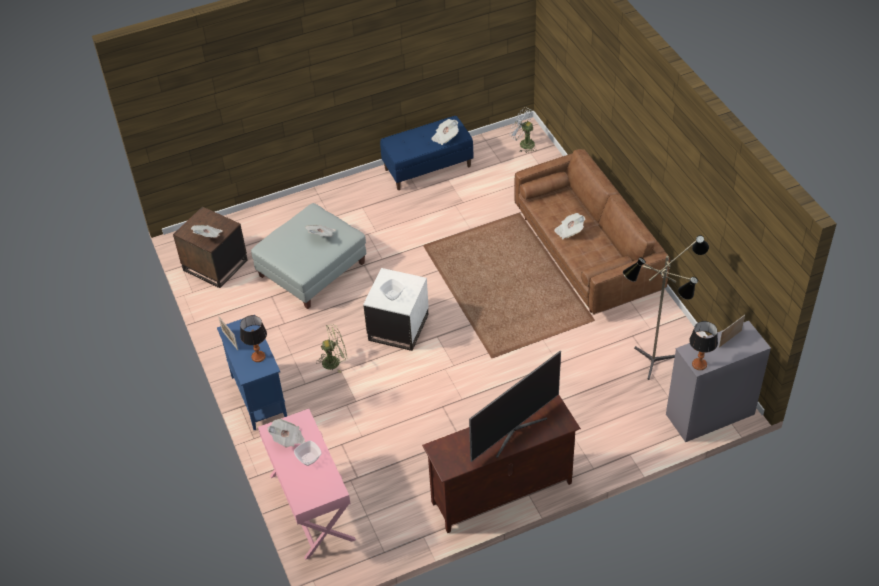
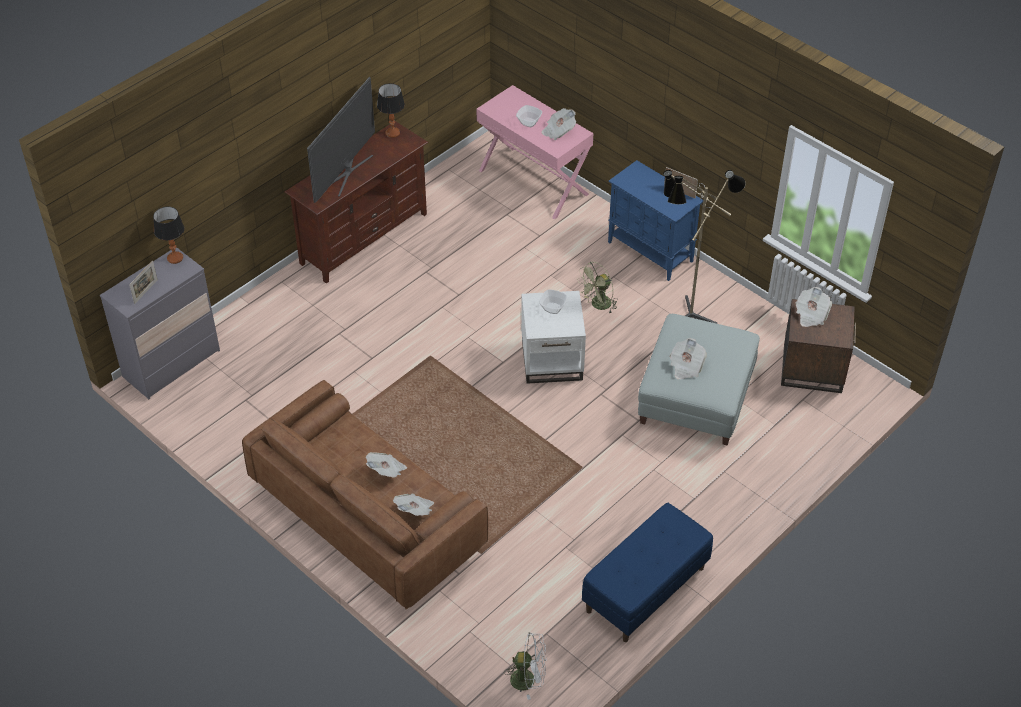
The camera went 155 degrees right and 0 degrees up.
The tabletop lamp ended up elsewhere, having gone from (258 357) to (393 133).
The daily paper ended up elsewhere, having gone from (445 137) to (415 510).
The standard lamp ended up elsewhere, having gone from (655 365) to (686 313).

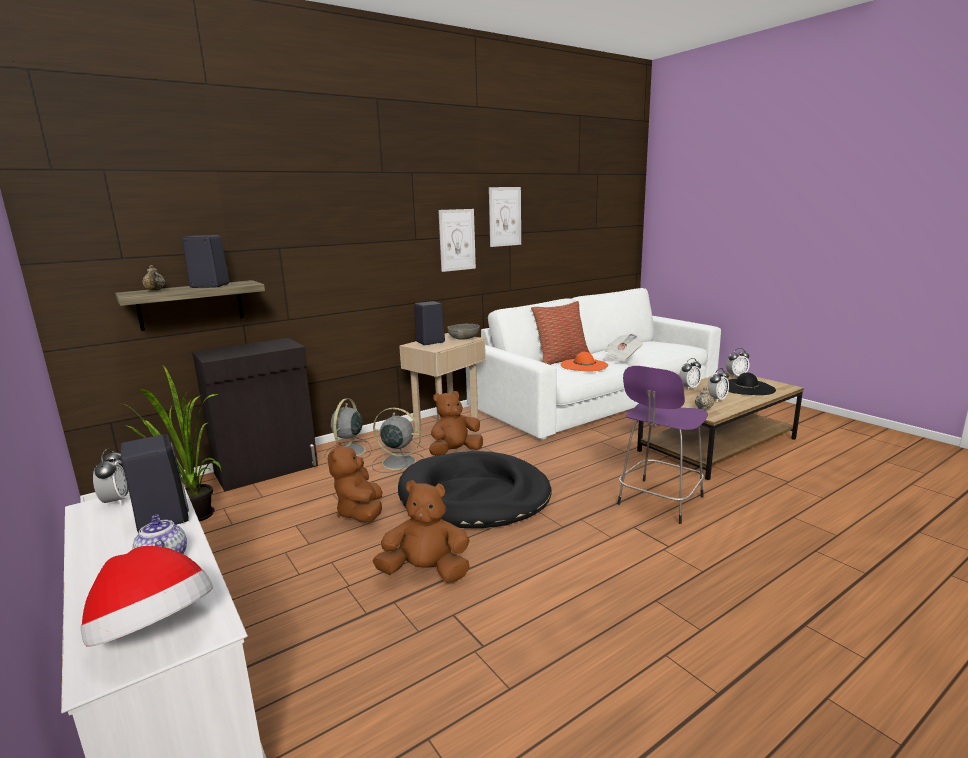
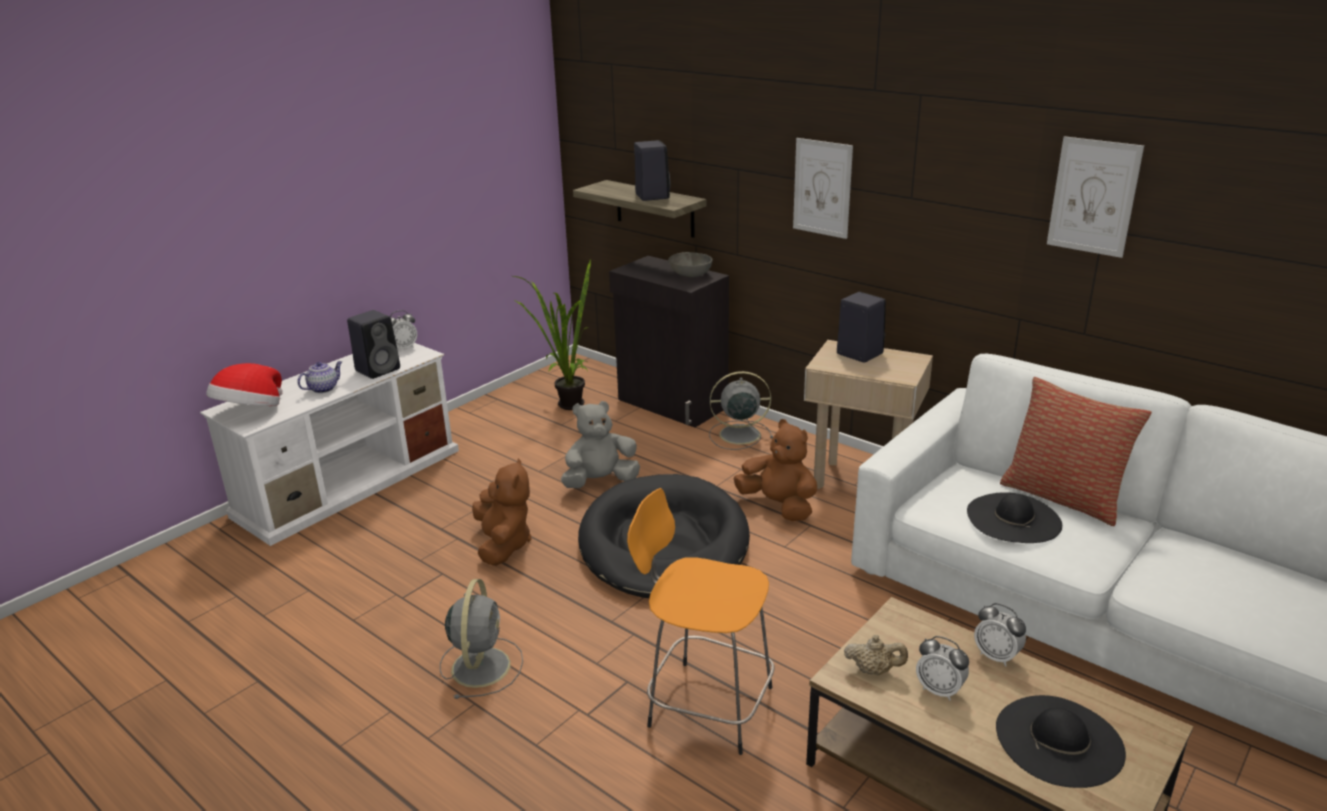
The camera went 75 degrees right and 10 degrees up.
The second view lost the sand-coloured pot for tea at (155 290).
What was the brownish cuddly toy at (361 513) turned into the grey cuddly toy at (600 482).
The grey cooling fan ended up elsewhere, having gone from (397 462) to (481 665).
The wall art ended up elsewhere, having gone from (457 240) to (822 188).
The grey deep dish ended up elsewhere, having gone from (464 338) to (690 275).
What was the orange-coloured wearable hat at (584 365) turned into the blackish wearable hat at (1013 518).
The second view lost the daily paper at (621 358).
What was the purple stool seat at (659 502) turned into the orange-coloured stool seat at (706 705).
The second view lost the bedside clock at (736 376).

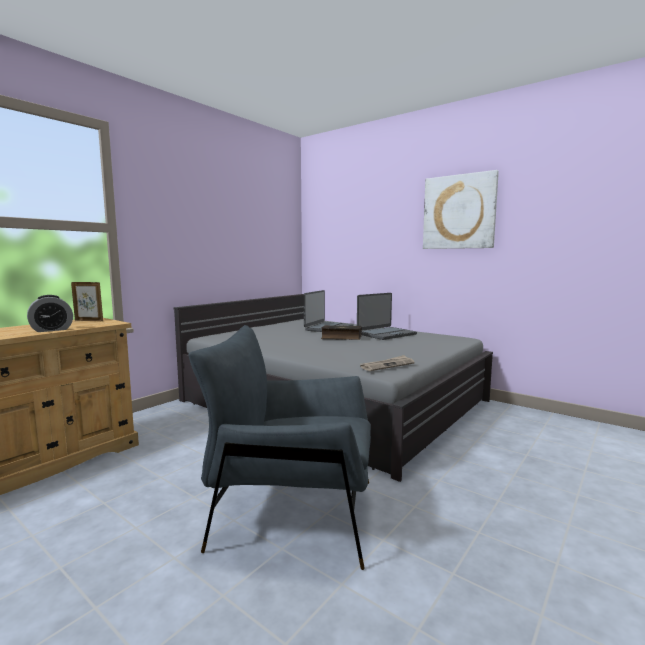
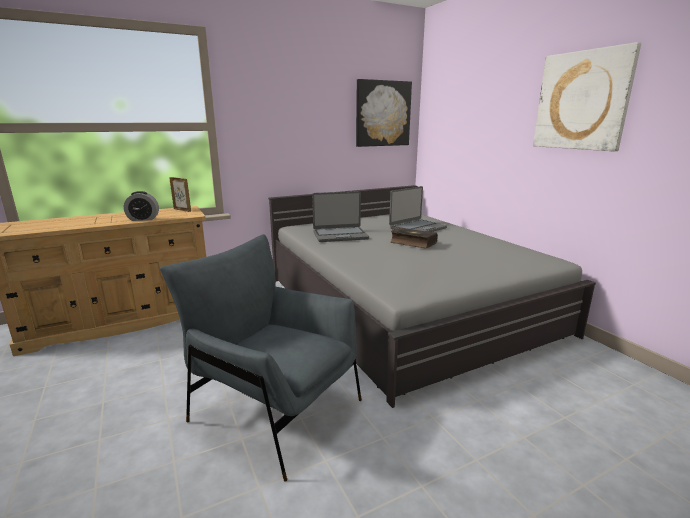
The camera went 25 degrees right and 10 degrees up.
The laptop ended up elsewhere, having gone from (386 334) to (340 235).
The second view lost the daily paper at (387 365).
The second view gained the wall art at (382 113).

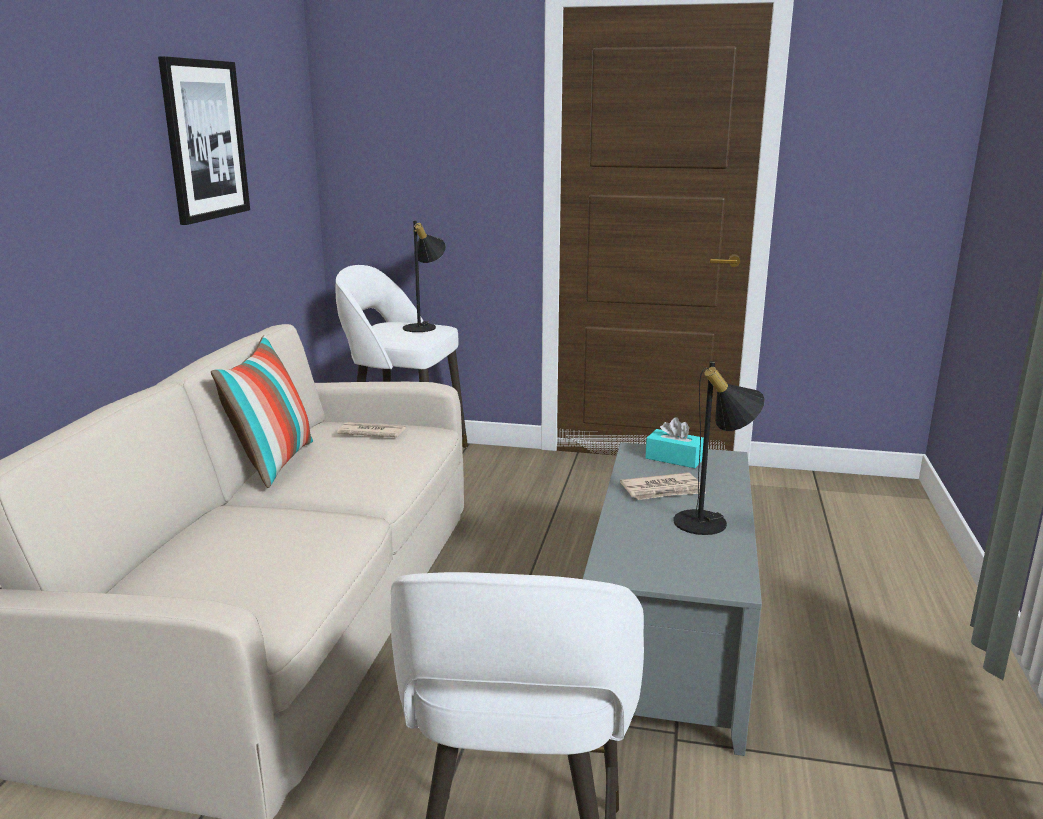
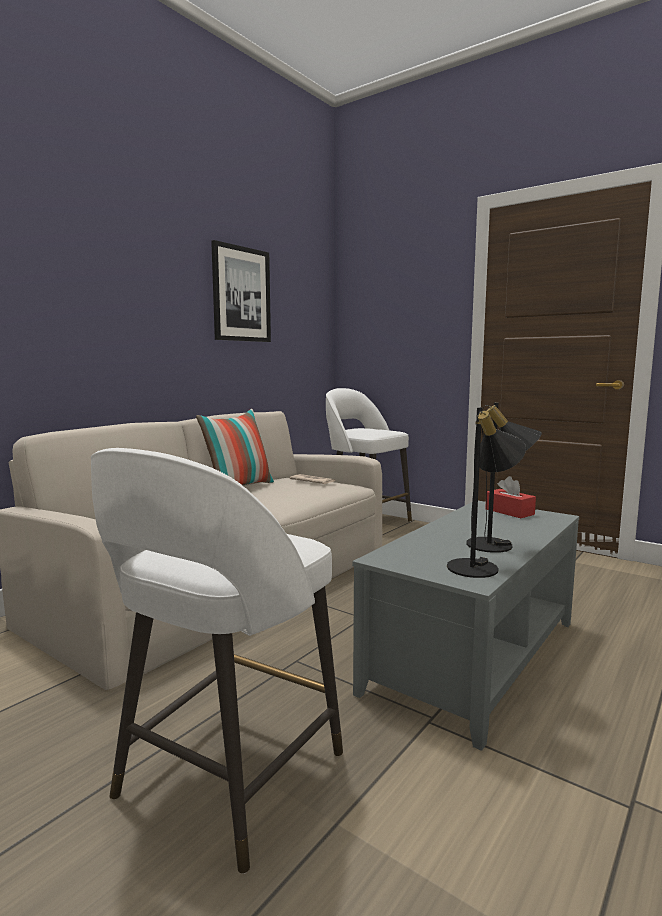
The camera went 25 degrees right and 10 degrees down.
The blackish tabletop lamp ended up elsewhere, having gone from (424 326) to (480 566).
The second view lost the daily paper at (663 490).
What was the turquoise tissue box at (674 458) turned into the reddish tissue box at (509 512).

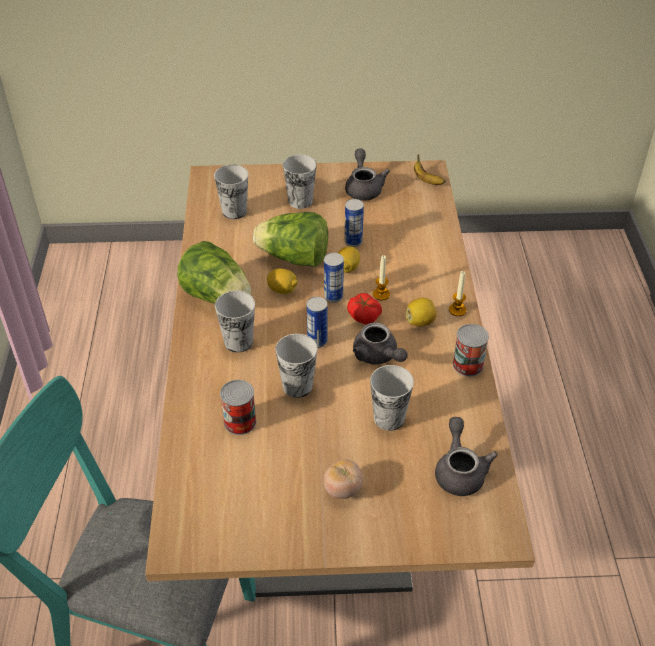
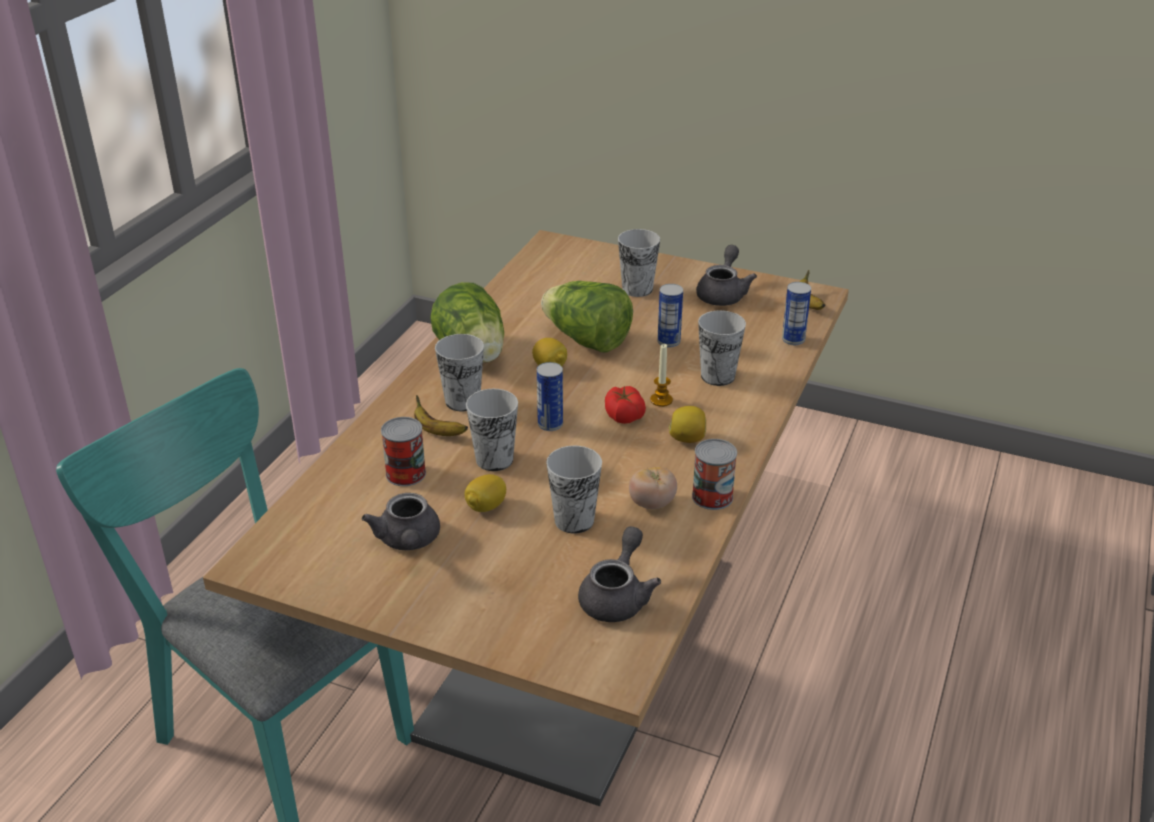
The camera went 25 degrees right and 10 degrees down.
The drinking cup ended up elsewhere, having gone from (234 211) to (717 376).
The tomato ended up elsewhere, having gone from (342 489) to (652 503).
The sealed can ended up elsewhere, having gone from (333 296) to (793 340).
The lemon ended up elsewhere, having gone from (347 268) to (486 507).
The grey pot for tea ended up elsewhere, having gone from (378 356) to (408 541).
The second view lost the candle at (457 310).
The second view gained the banana fruit at (437 431).

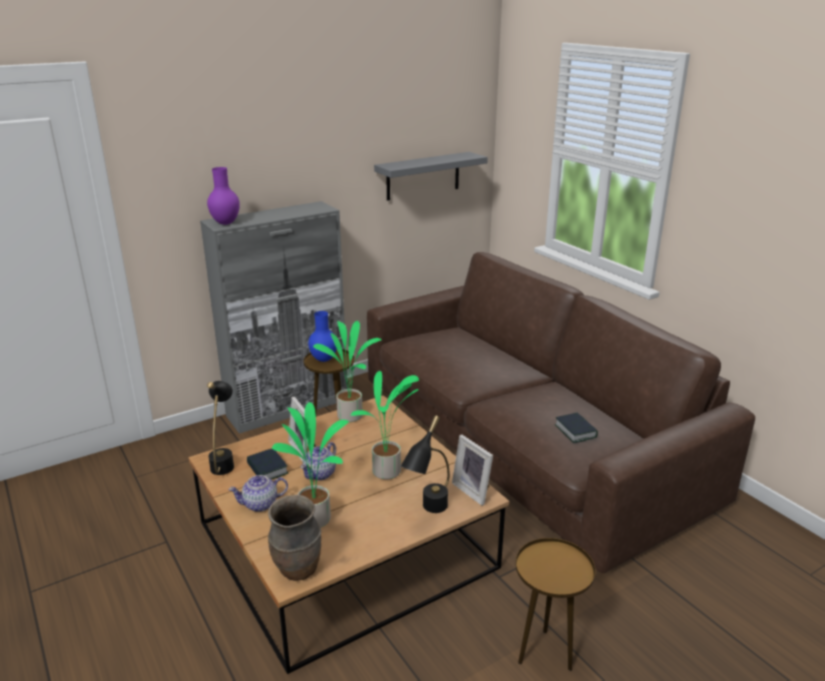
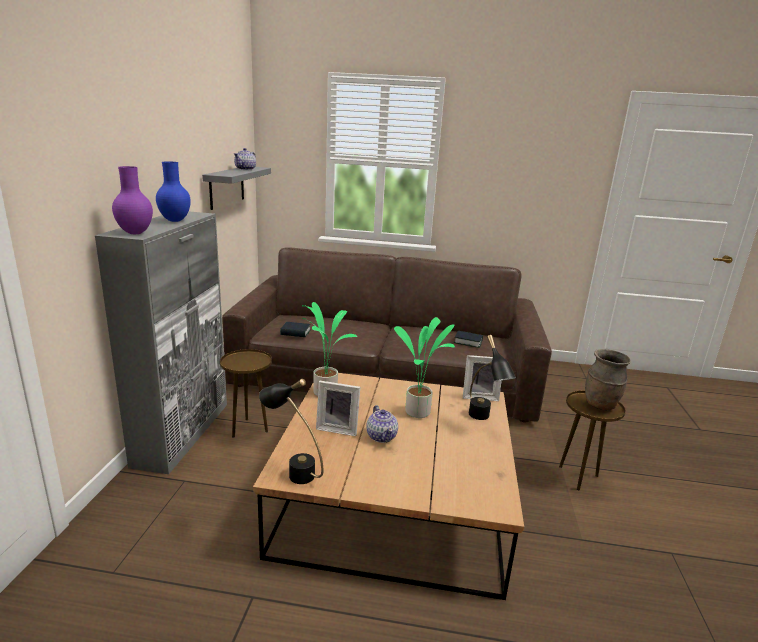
The camera went 50 degrees left and 5 degrees down.
The pot for tea ended up elsewhere, having gone from (261 504) to (246 169).
The book ended up elsewhere, having gone from (267 469) to (295 332).
The brownish vase ended up elsewhere, having gone from (298 570) to (600 405).
The second view lost the plant in a pot at (315 517).
The blue vase ended up elsewhere, having gone from (323 360) to (174 221).

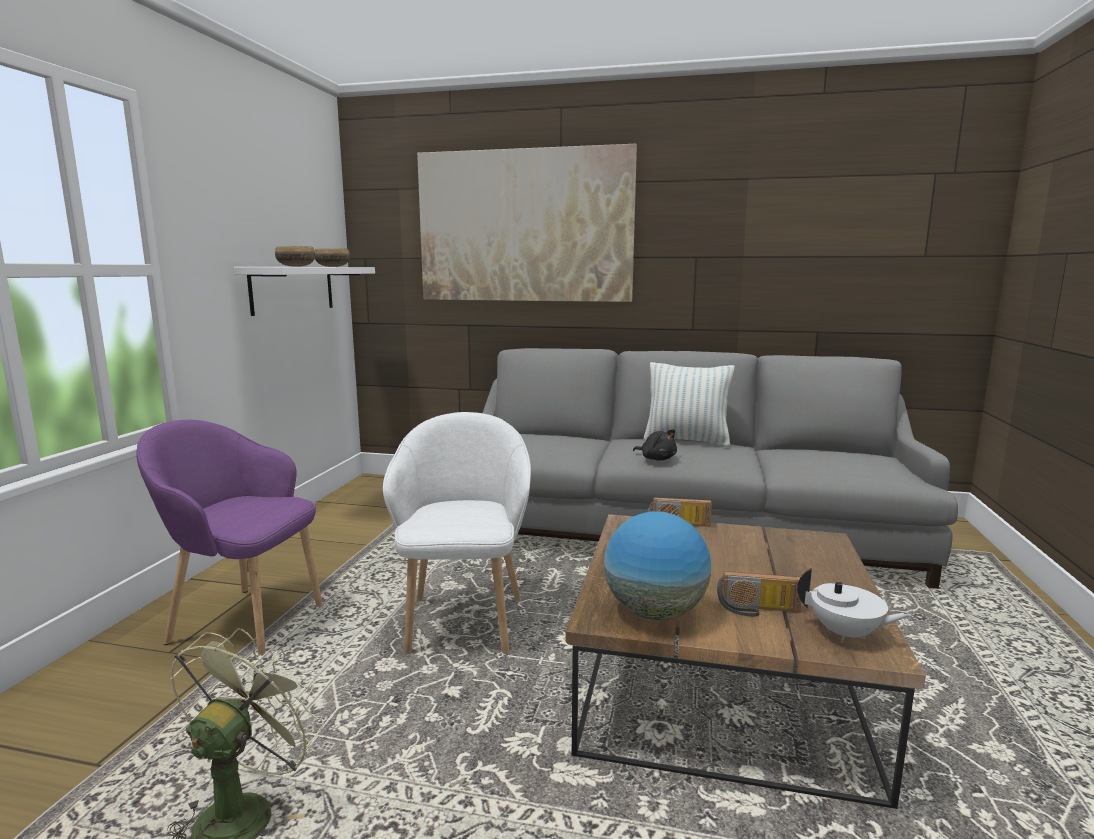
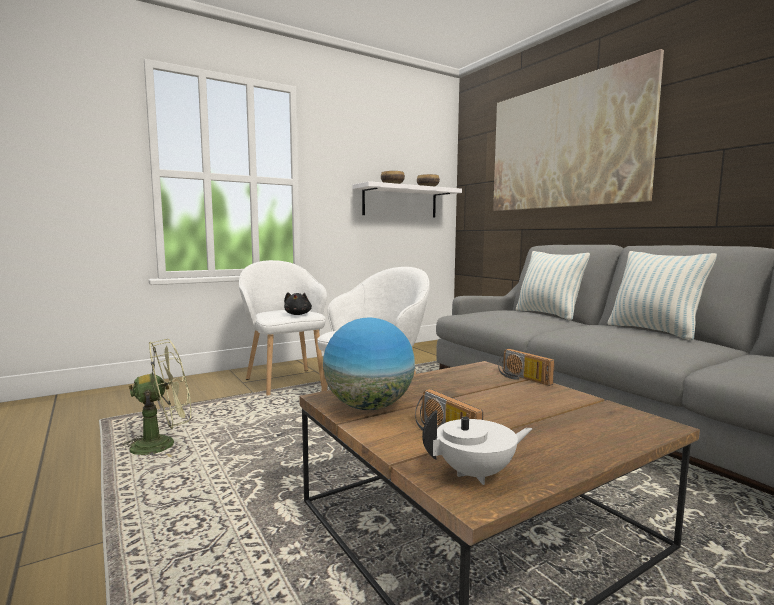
The camera went 45 degrees right and 5 degrees down.
What was the purple easy chair at (244 621) turned into the white easy chair at (285 381).
The blackish cuddly toy ended up elsewhere, having gone from (656 459) to (298 314).
The white pot for tea at (846 634) ended up facing another way, 90 degrees counterclockwise from before.
The second view gained the throw pillow at (548 314).

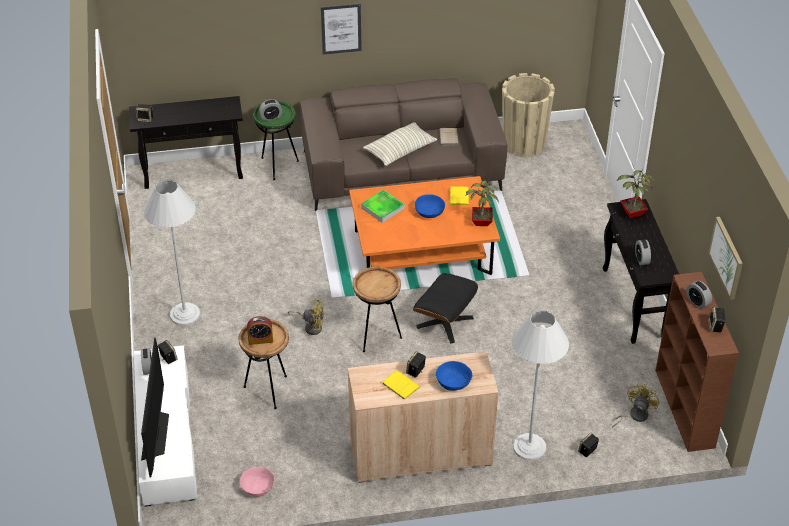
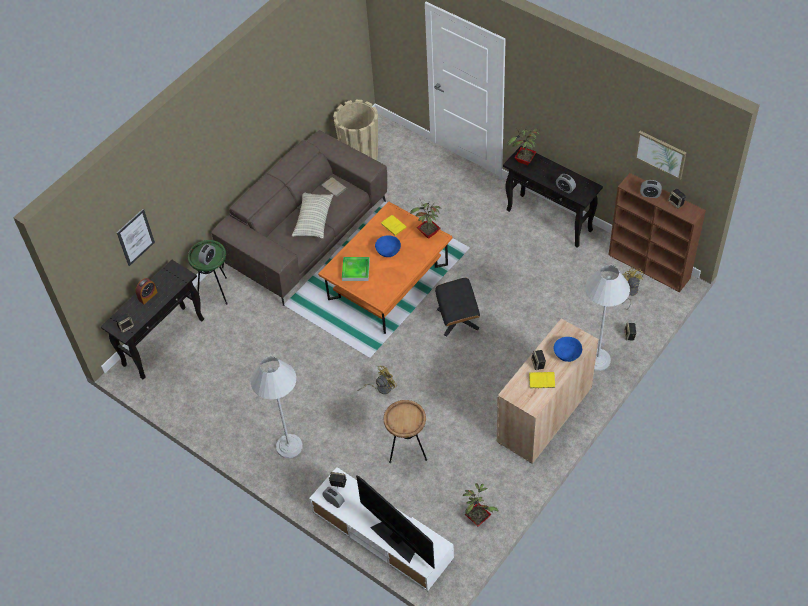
The camera went 40 degrees left and 10 degrees up.
Where the pink-coloured deep dish stood at (257 487), the plant in a pot came to stand at (478 518).
The bedside clock ended up elsewhere, having gone from (260 339) to (148 296).
The wall art ended up elsewhere, having gone from (341 28) to (135 237).
The second view lost the brownish accent table at (377 336).

